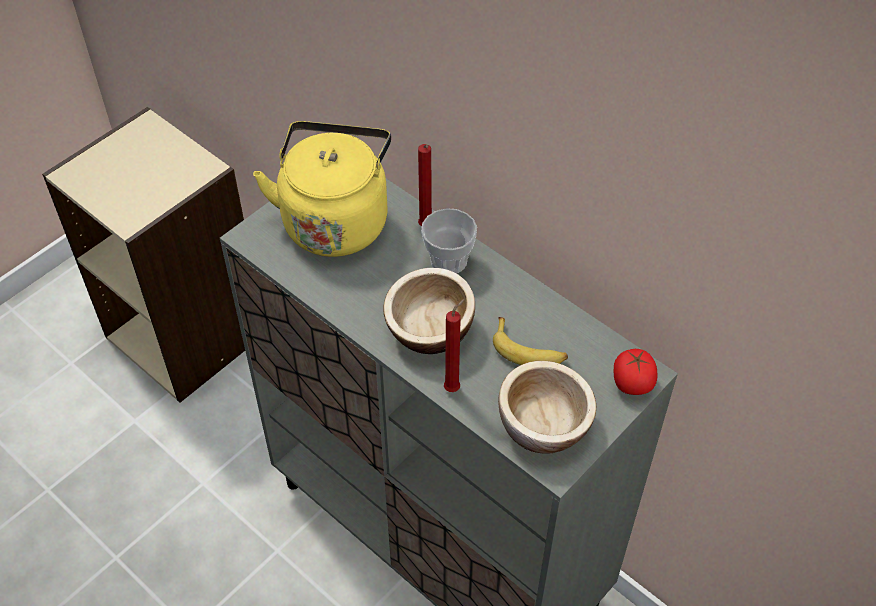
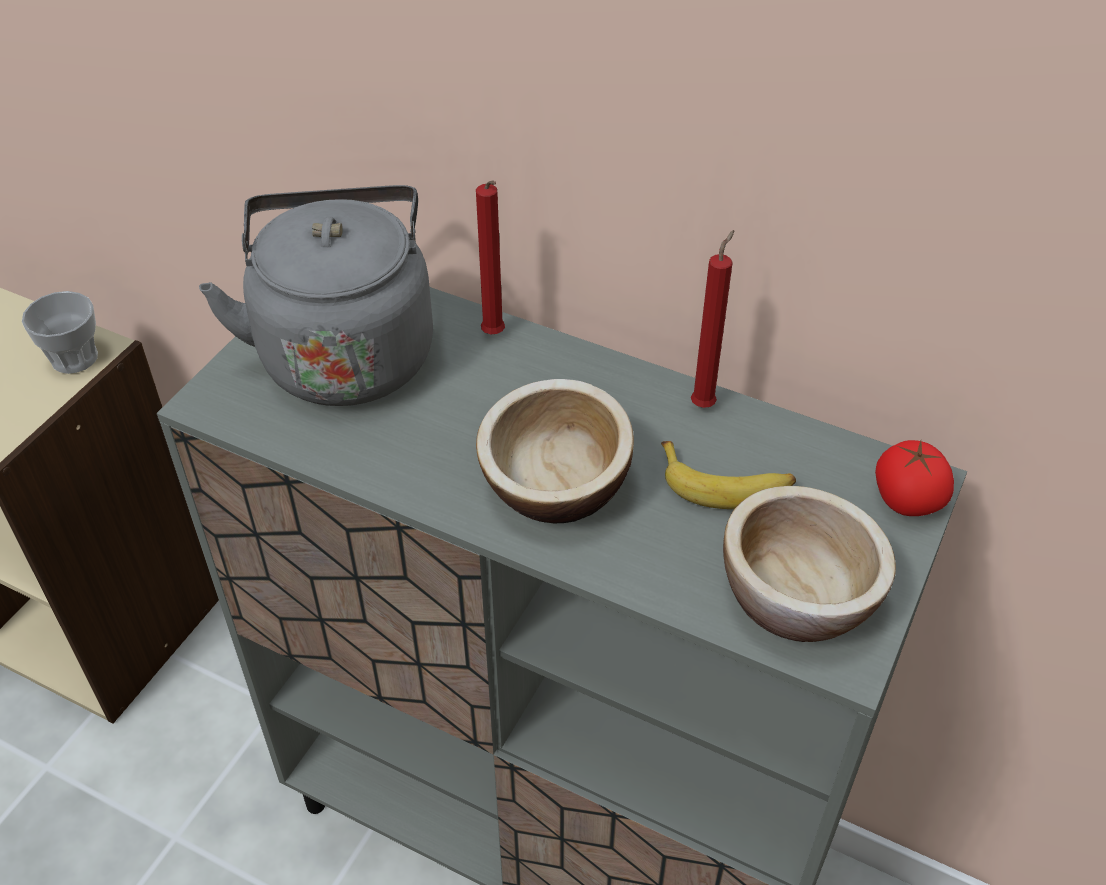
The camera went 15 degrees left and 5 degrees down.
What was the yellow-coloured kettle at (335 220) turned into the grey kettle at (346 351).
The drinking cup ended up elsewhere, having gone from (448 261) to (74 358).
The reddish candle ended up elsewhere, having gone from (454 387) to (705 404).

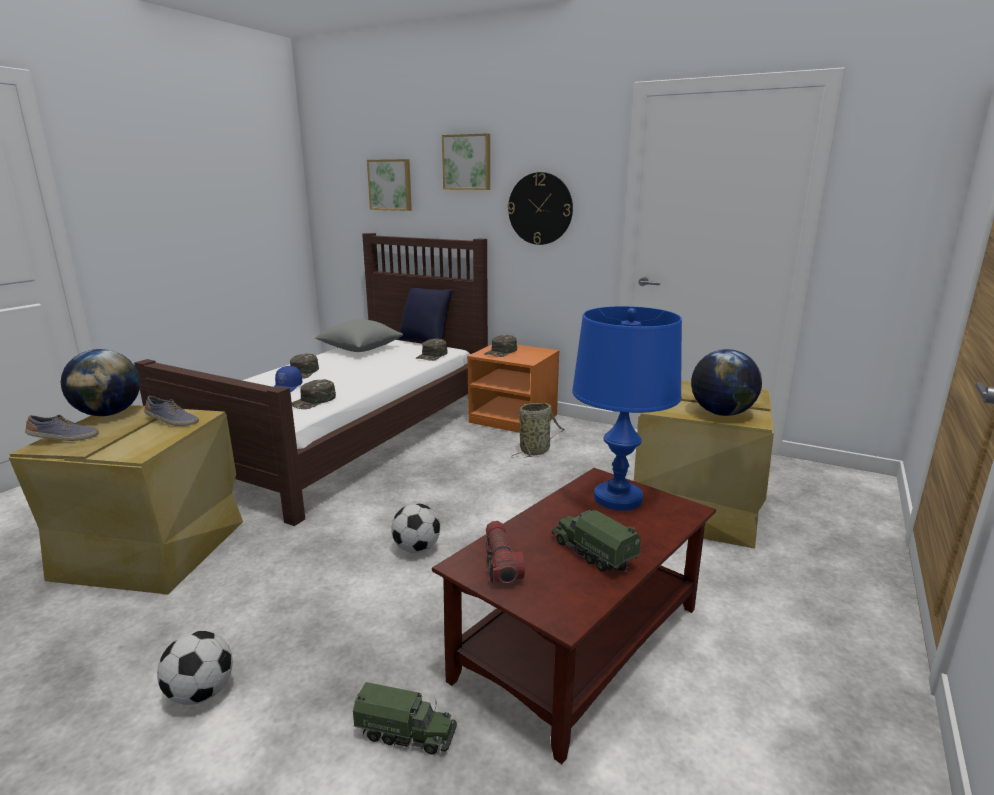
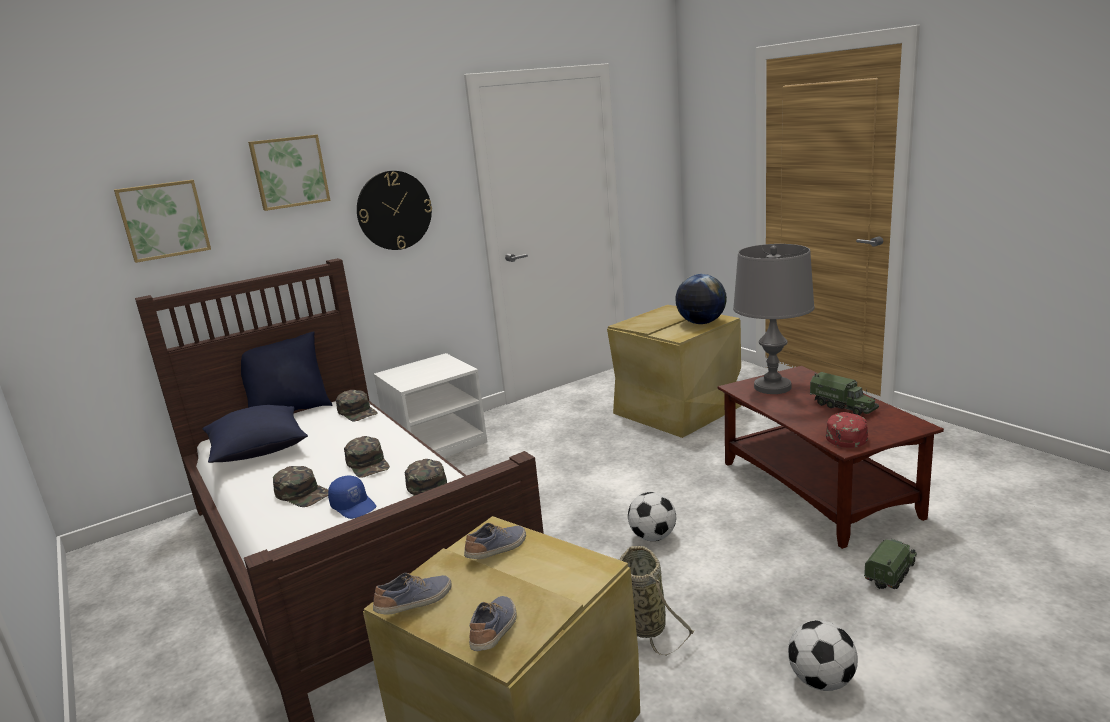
The camera went 60 degrees left and 0 degrees up.
Where the desk globe stood at (109 413), the item of footwear came to stand at (415 603).
What was the grey throw pillow at (360 349) turned into the blue throw pillow at (258 450).
What was the orange-coloured nightstand at (514 419) turned into the white nightstand at (437 444).
The green-coloured cap ended up elsewhere, having gone from (501 352) to (368 464).
Where the flashlight stood at (501 561), the reddish cap came to stand at (845 434).
The storage basket ended up elsewhere, having gone from (536 450) to (643 623).
The toy lorry at (592 552) ended up facing another way, 120 degrees counterclockwise from before.
What was the blue tabletop lamp at (618 498) turned into the grey tabletop lamp at (772 387).

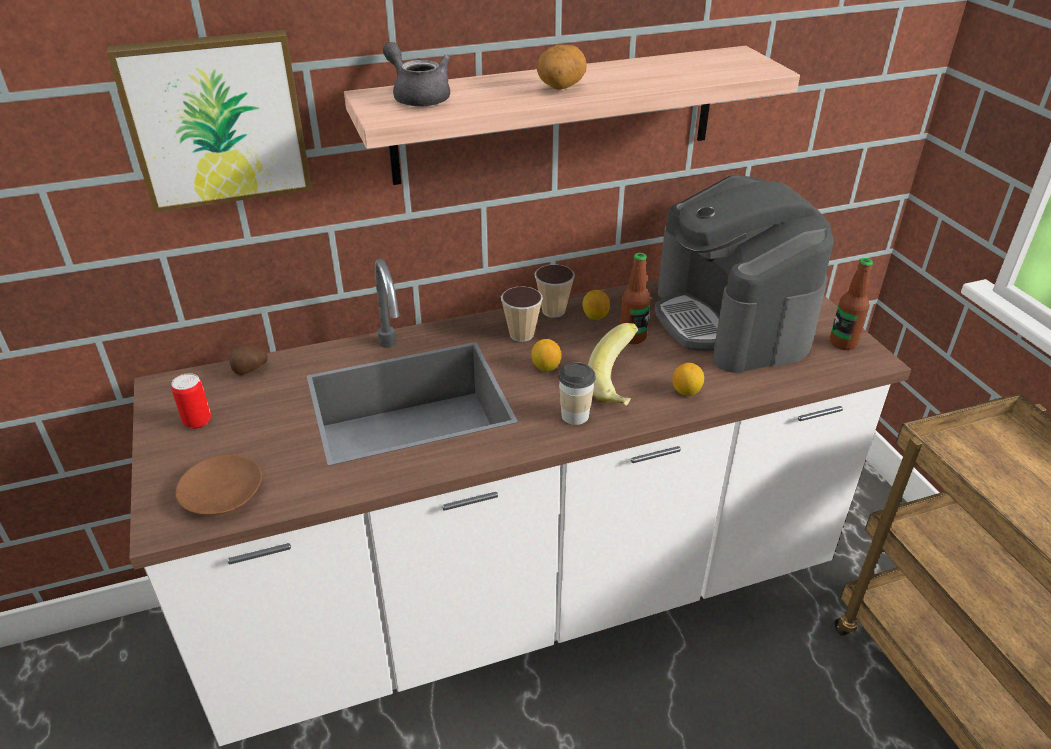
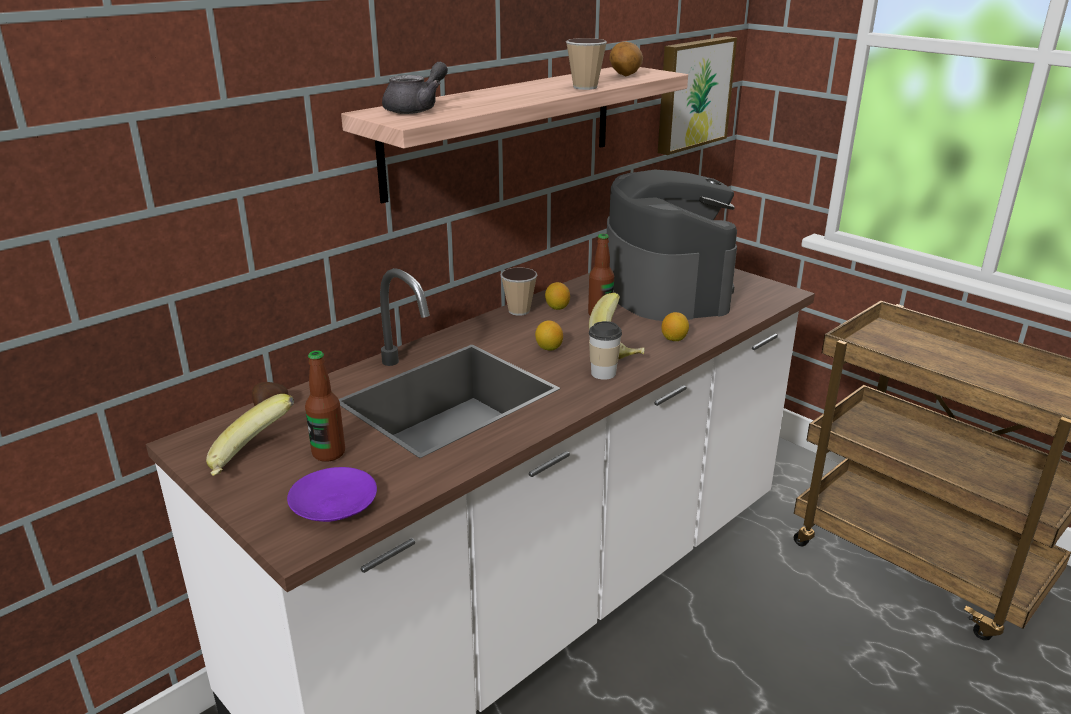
The camera went 25 degrees left and 10 degrees down.
The wall art ended up elsewhere, having gone from (216 119) to (692 94).
Where the sealed can stood at (197 421), the banana fruit came to stand at (253 459).
What was the brownish plate at (221 493) turned into the purple plate at (334 504).
The grey pot for tea at (418 97) ended up facing another way, 105 degrees clockwise from before.
The drinking cup ended up elsewhere, having gone from (521 335) to (585 87).
The spud ended up elsewhere, having gone from (560 88) to (625 75).
The coffee brewer at (731 320) ended up facing another way, 150 degrees counterclockwise from before.
The beverage bottle ended up elsewhere, having gone from (843 343) to (329 453).

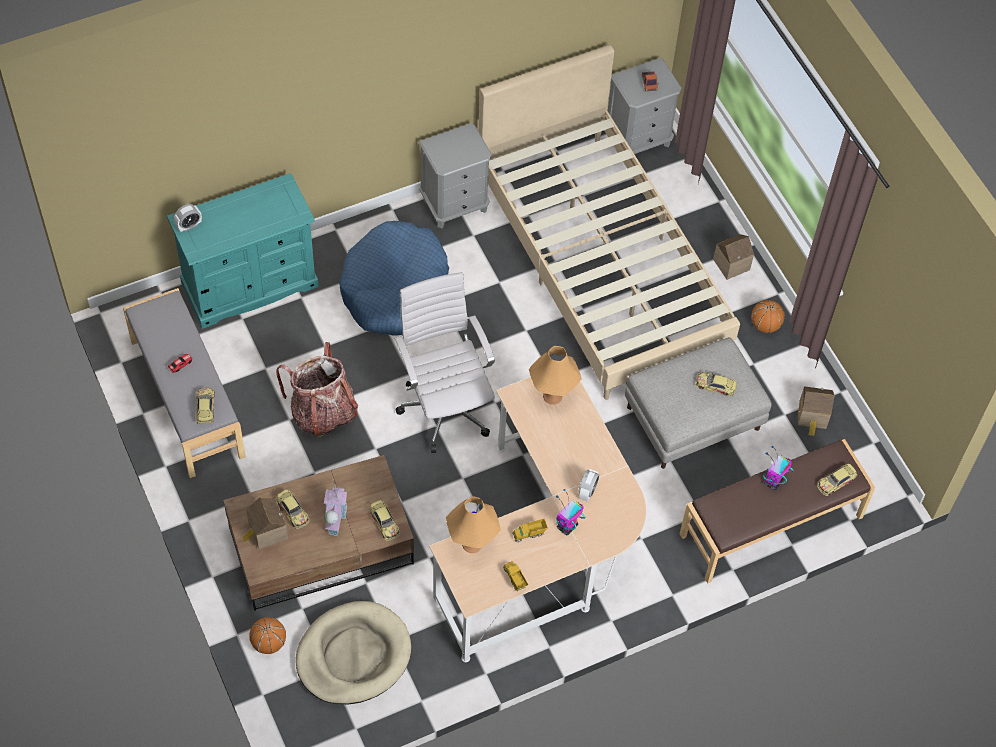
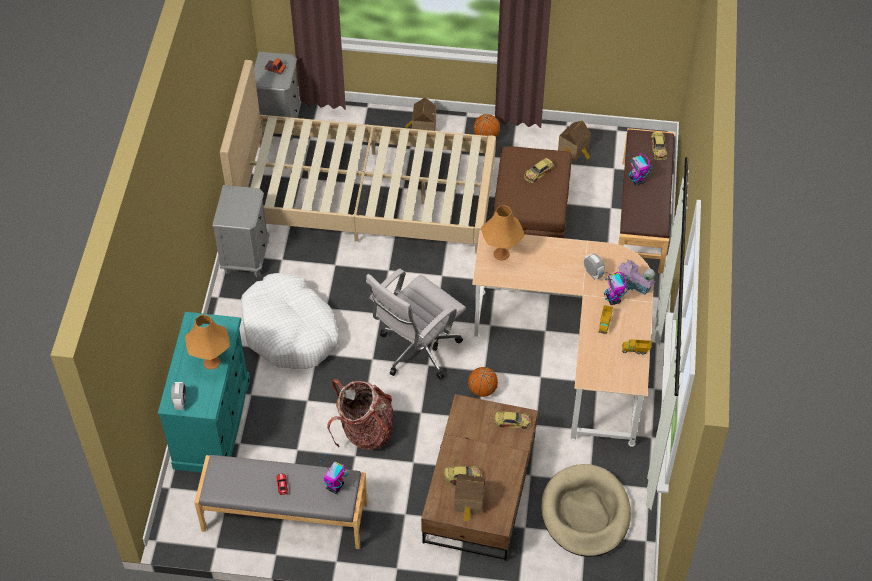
The camera went 55 degrees left and 5 degrees down.
Where the model car stood at (205 407), the robot figure came to stand at (335 487).
The basketball ended up elsewhere, having gone from (269 643) to (482 390).
The miniature house ended up elsewhere, having gone from (335 518) to (634 286).
What was the blue dog cushion at (394 288) turned into the white dog cushion at (290 331).
The white office chair at (445 406) ended up facing another way, 60 degrees counterclockwise from before.
The orange-coloured tabletop lamp ended up elsewhere, having gone from (472 544) to (211 362).
What was the grey footrest at (694 417) turned into the brownish footrest at (530 213).

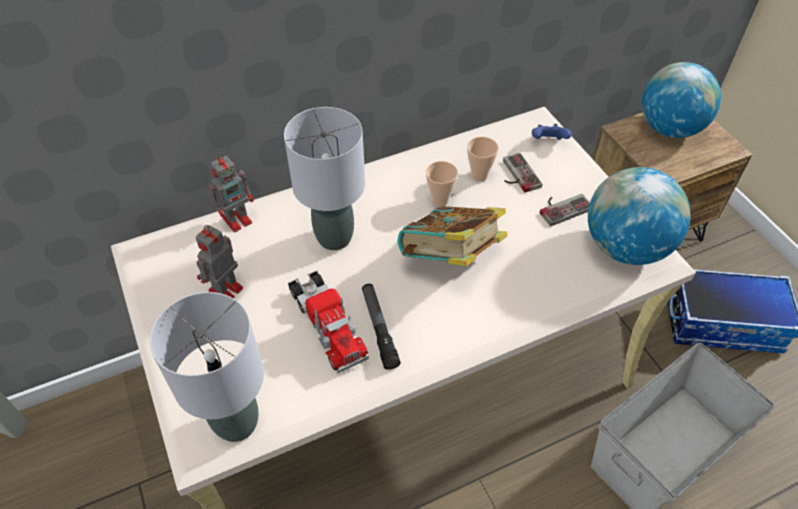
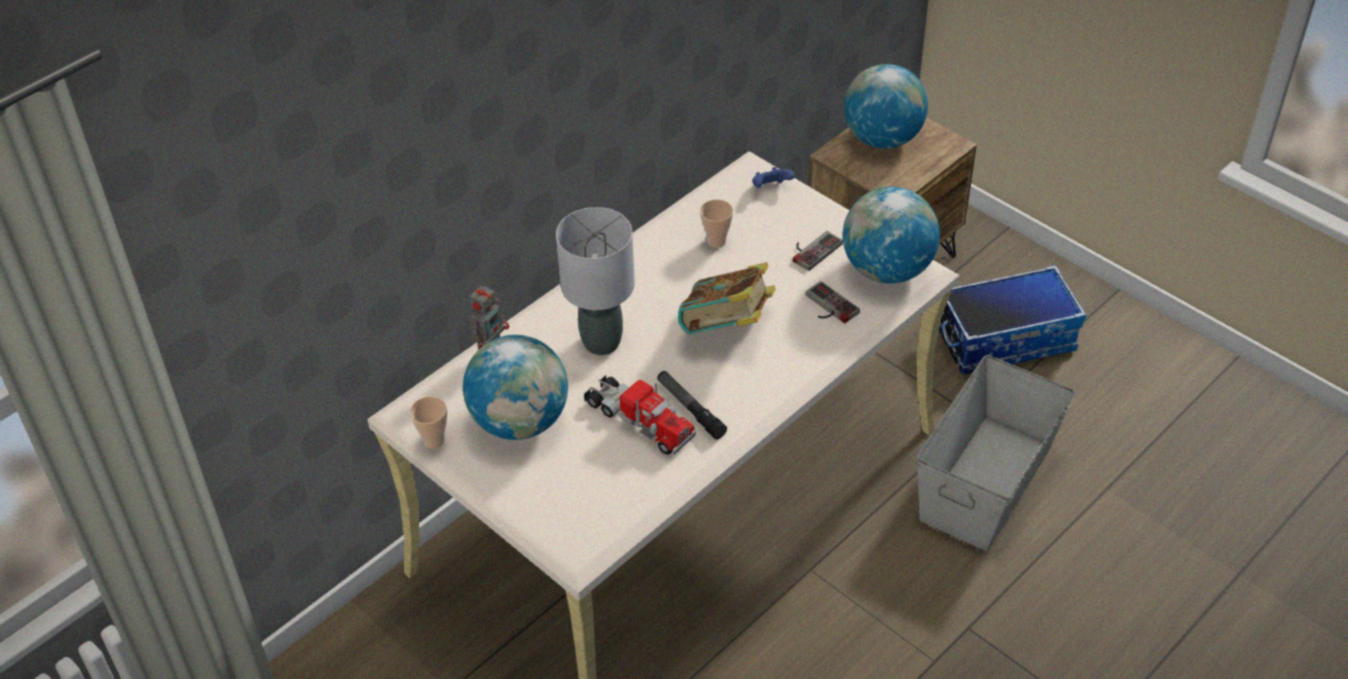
The camera went 20 degrees left and 5 degrees down.
The second view lost the grey tabletop lamp at (237 423).
Where the robot figure stood at (224 290), the desk globe came to stand at (520 421).
The drinking cup ended up elsewhere, having gone from (440 200) to (434 441).
The joypad ended up elsewhere, having gone from (516 175) to (827 307).

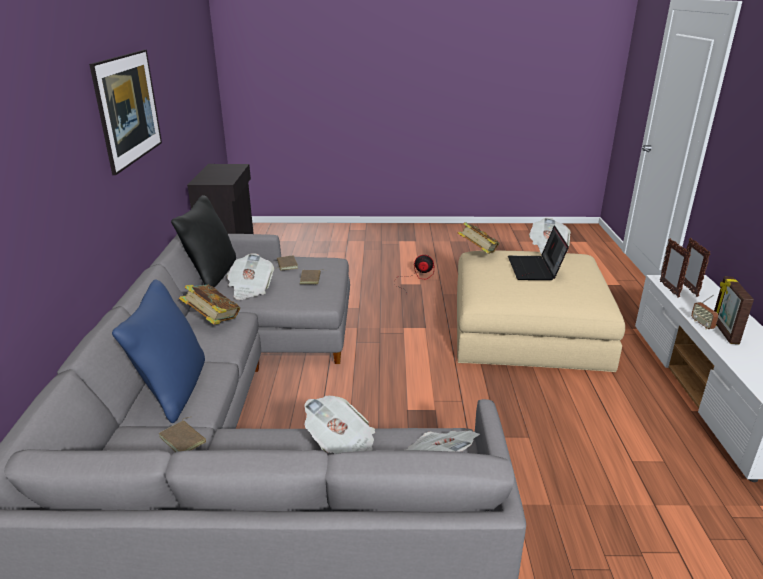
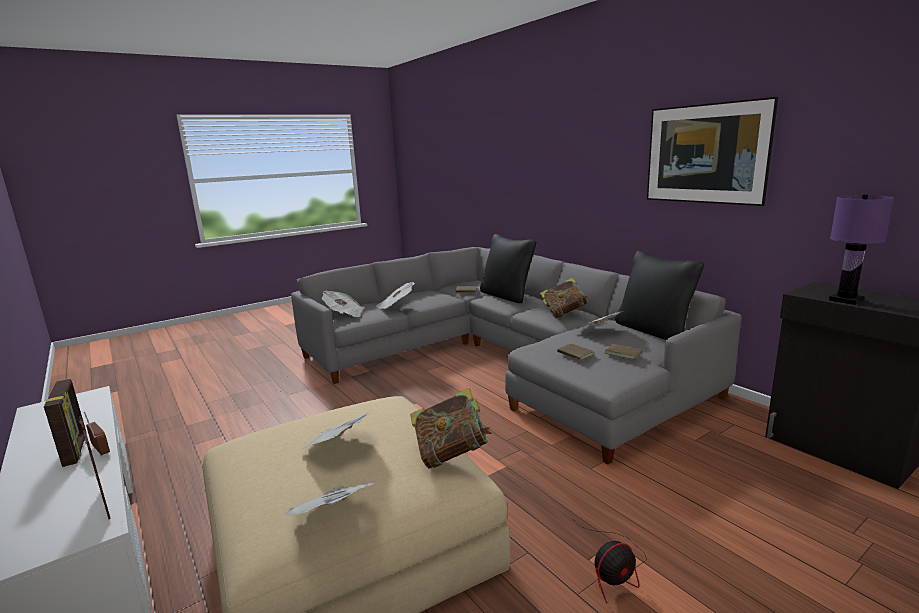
The camera went 145 degrees right and 10 degrees down.
What was the blue throw pillow at (173 390) turned into the blackish throw pillow at (507 296).
Where the laptop stood at (535 269), the daily paper came to stand at (339 447).
The second view lost the photo frame at (688 288).
The second view gained the purple tabletop lamp at (846 300).

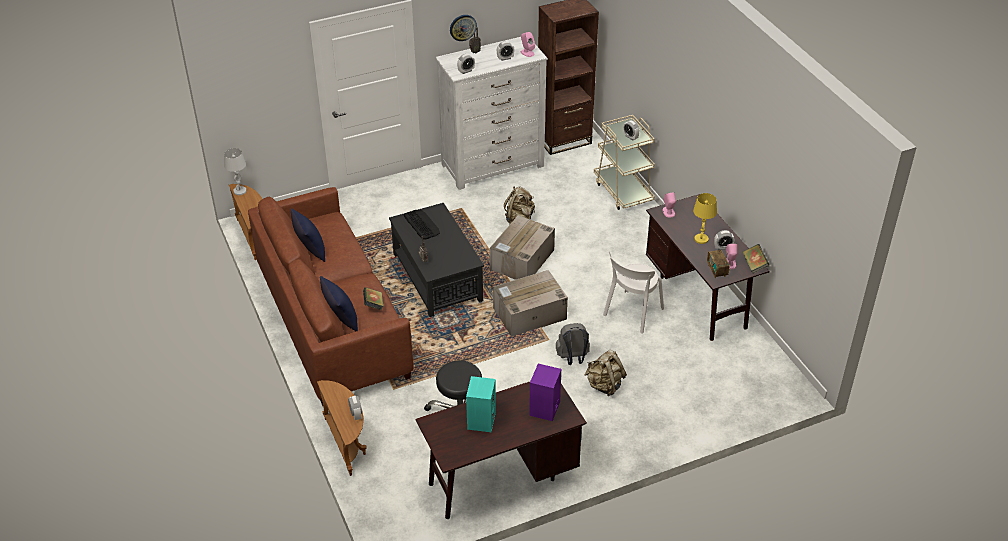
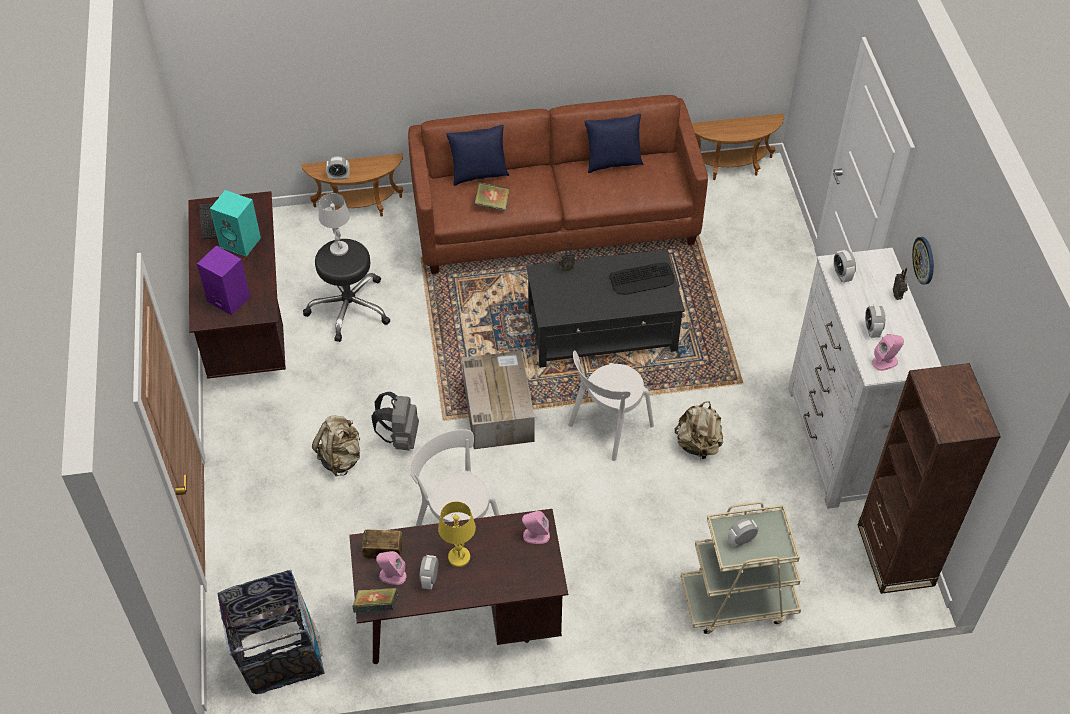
The camera went 105 degrees right and 10 degrees up.
The white tabletop lamp ended up elsewhere, having gone from (240 191) to (339 249).
Where the carton stood at (521 260), the white plain chair came to stand at (608 427).
The second view gained the keyboard at (208 222).
The second view gained the waste bin at (280 658).

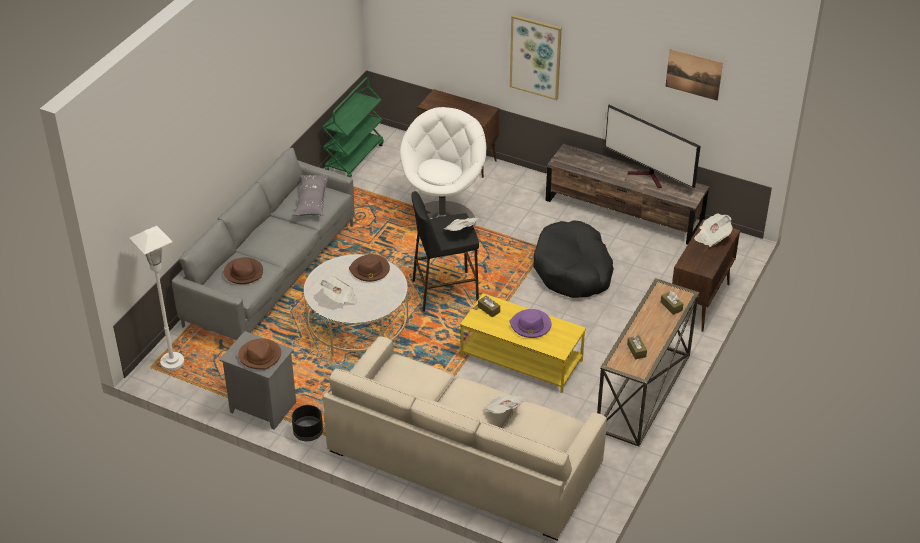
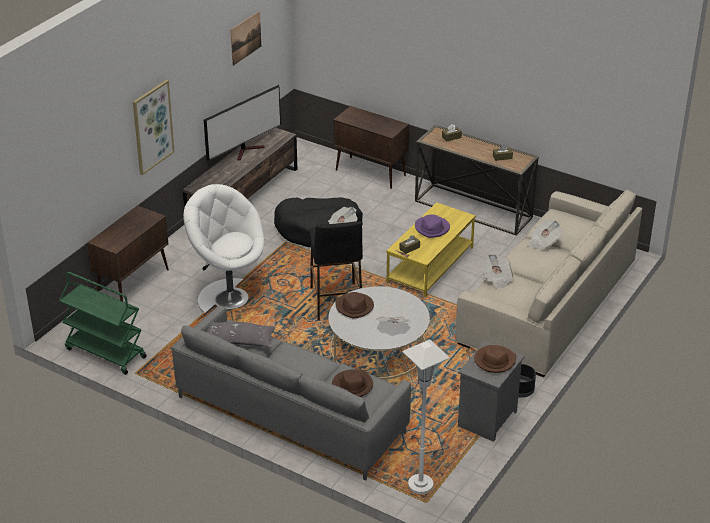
The camera went 85 degrees left and 5 degrees down.
The daily paper ended up elsewhere, having gone from (712 237) to (497 279).

